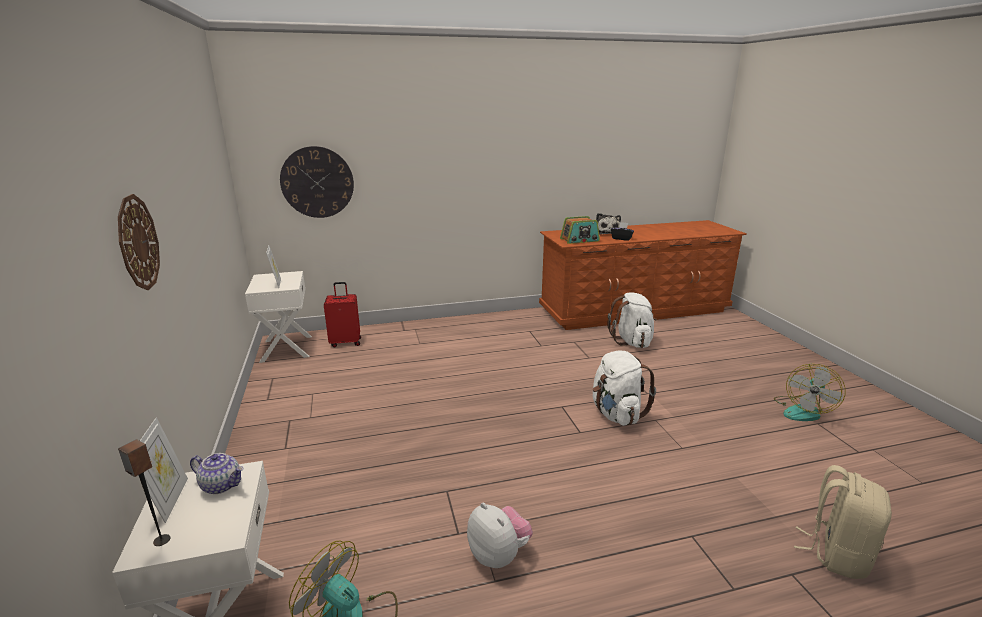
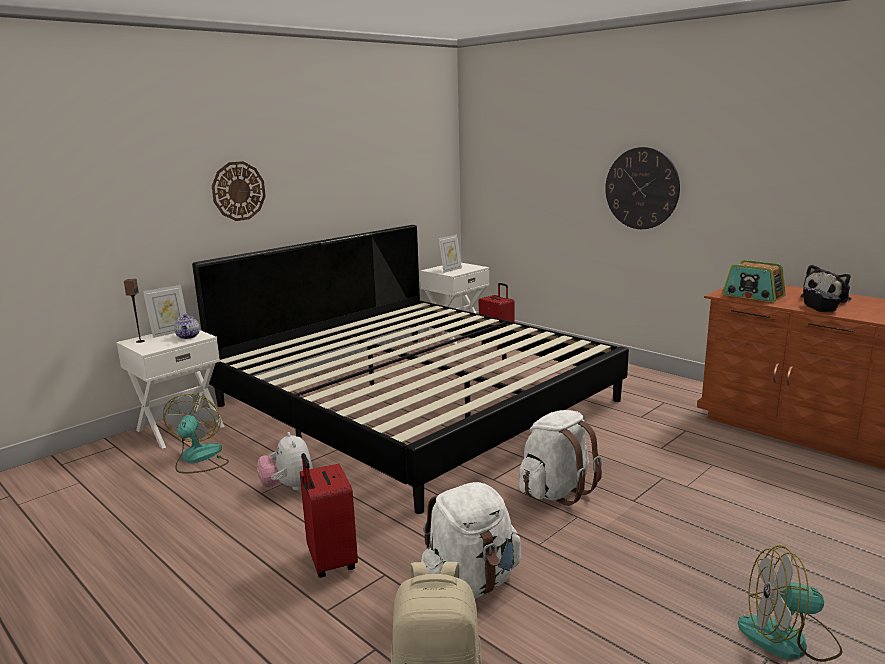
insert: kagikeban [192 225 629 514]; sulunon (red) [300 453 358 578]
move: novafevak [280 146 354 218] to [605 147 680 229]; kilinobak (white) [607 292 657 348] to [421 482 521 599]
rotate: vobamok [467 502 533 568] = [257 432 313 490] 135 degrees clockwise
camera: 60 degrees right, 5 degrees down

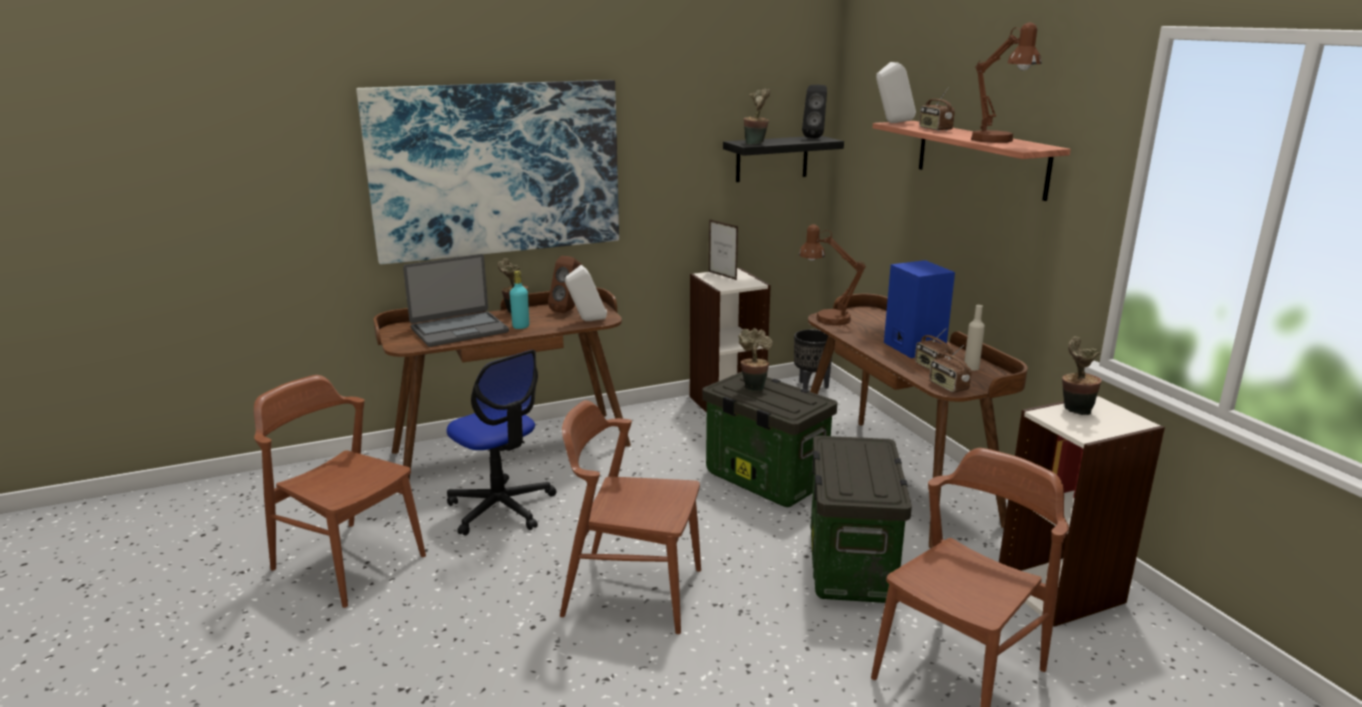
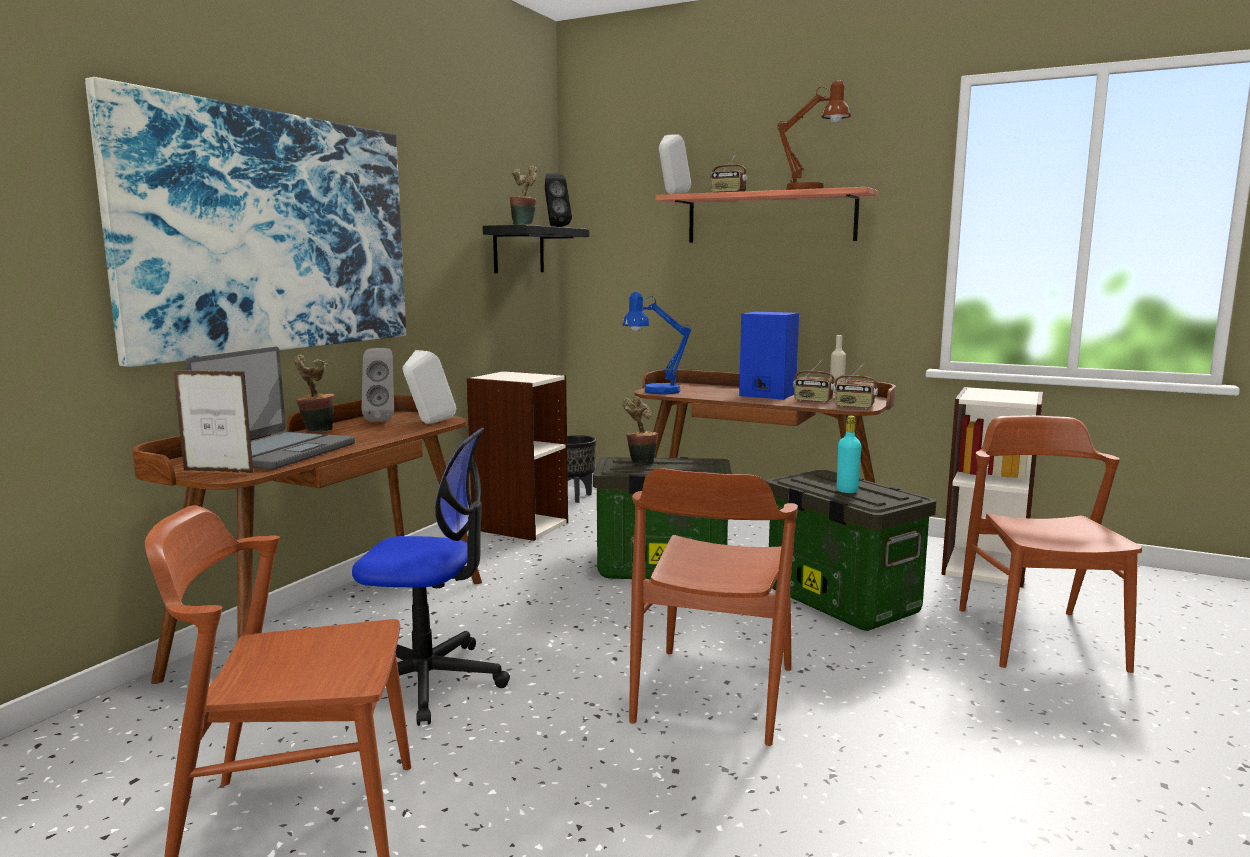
delete: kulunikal [1062 336 1102 415]
move: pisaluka [709 219 738 280] to [173 370 254 473]; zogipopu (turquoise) [510 271 529 329] to [837 415 861 493]
recolor: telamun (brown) [799 224 866 325] to telamun (blue) [622 292 691 394]; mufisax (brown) [548 256 582 313] to mufisax (grey) [362 348 394 422]
rotate: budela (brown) [560 400 701 634] = [629 468 798 746] 45 degrees counterclockwise
camera: 40 degrees left, 10 degrees down

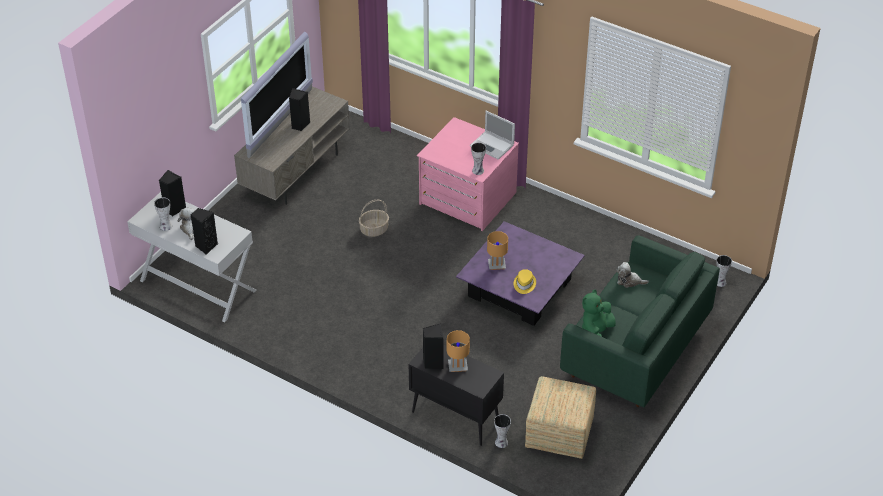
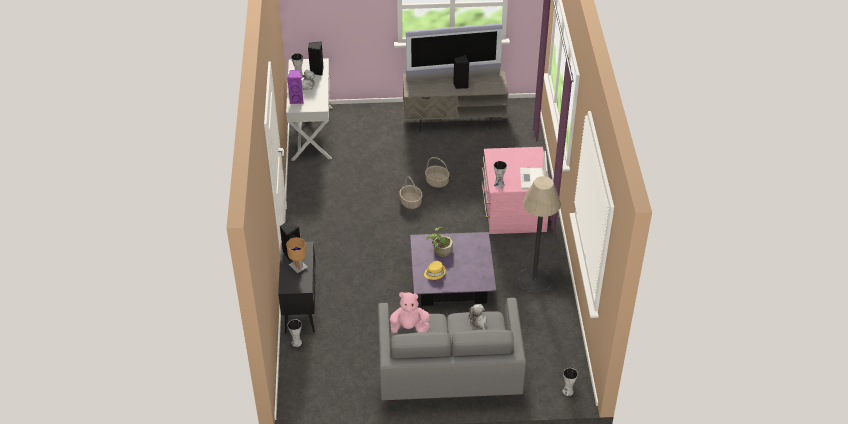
delete: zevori [525 376 596 459]
insert: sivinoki [399 176 423 209]; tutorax [517 176 561 294]
replace: telamun (brown) [487 231 508 270] to kulunikal [426 227 453 257]
recolor: mufisax (black) [191 208 218 255] to mufisax (purple) [287 70 304 104]; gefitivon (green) [560 235 720 407] to gefitivon (grey) [378 298 526 402]; vobamok (green) [582 289 616 337] to vobamok (pink) [390 292 430 333]
camera: 55 degrees right, 0 degrees up

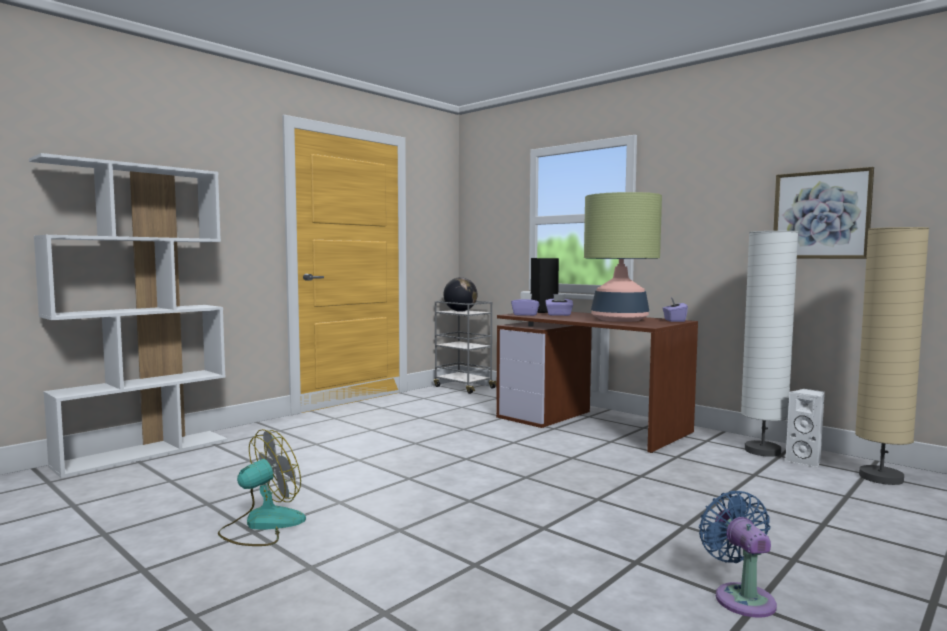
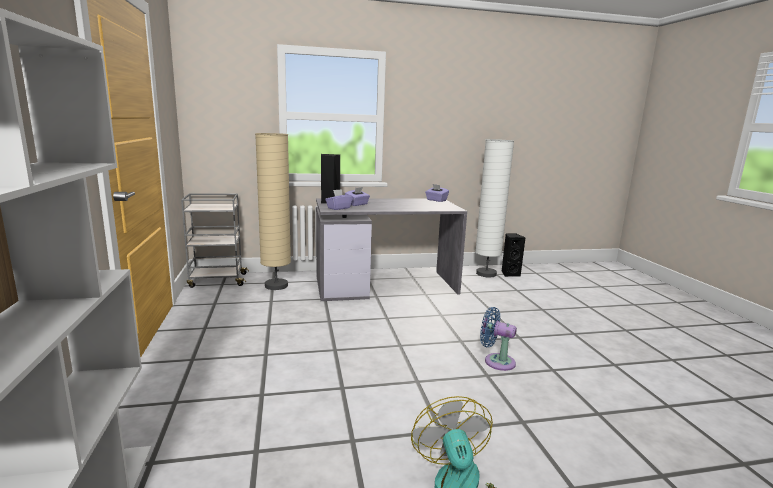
delete: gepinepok [773 167 874 259]; telamun [584 192 662 322]; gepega [444 277 477 312]
move: tutorax (beige) [855 227 929 485] to [255 133 291 290]; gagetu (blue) [699 491 777 618] to [480 307 517 371]
recolor: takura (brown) [496 312 698 453] to takura (grey) [316 199 467 301]; mufisax (white) [785 389 825 468] to mufisax (black) [501 233 526 277]
camera: 55 degrees left, 10 degrees up

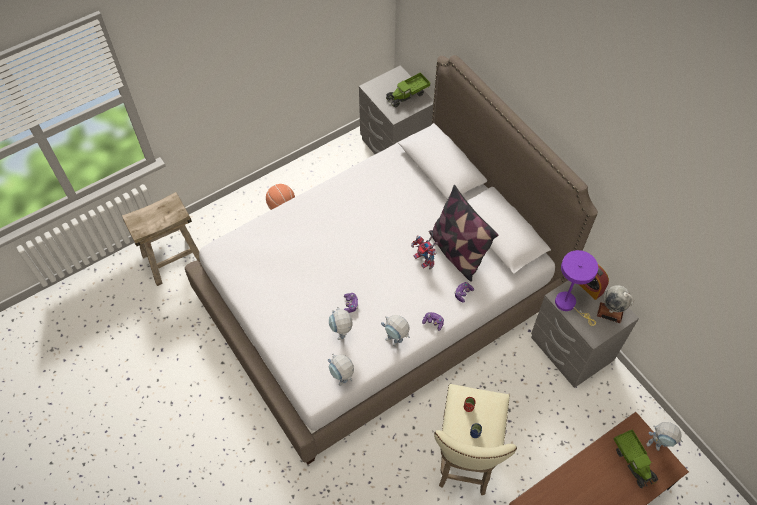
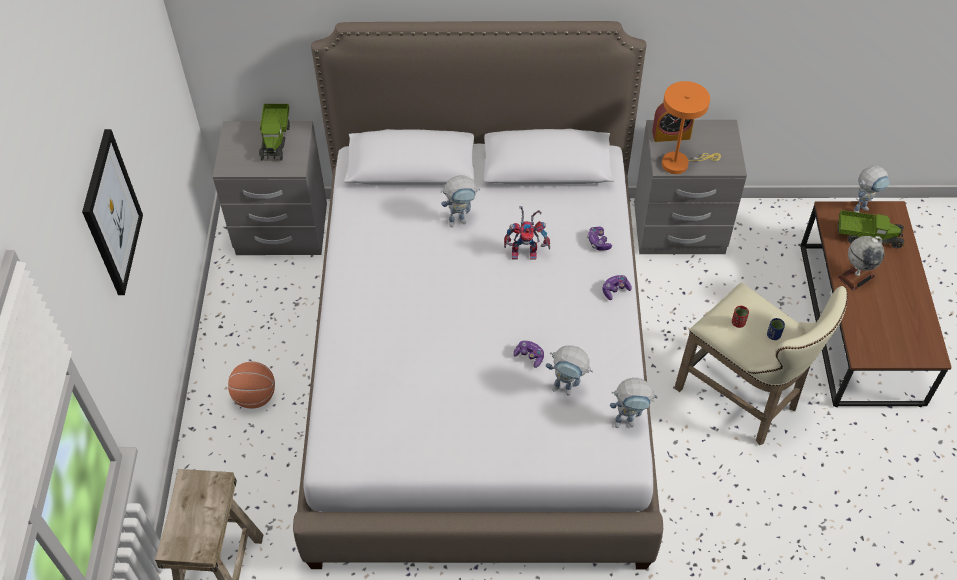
delete: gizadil [429 185 498 282]
insert: gepinepok [82 129 143 295]
move: gepega [597 285 634 323] to [838 236 884 291]; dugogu [381 315 410 347] to [441 175 480 227]
recolor: telamun (purple) [555 250 598 326] to telamun (orange) [662 81 721 174]
camera: 55 degrees left, 5 degrees down

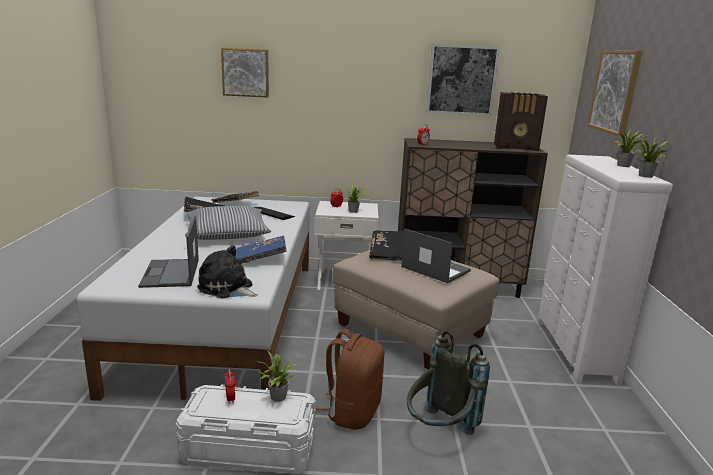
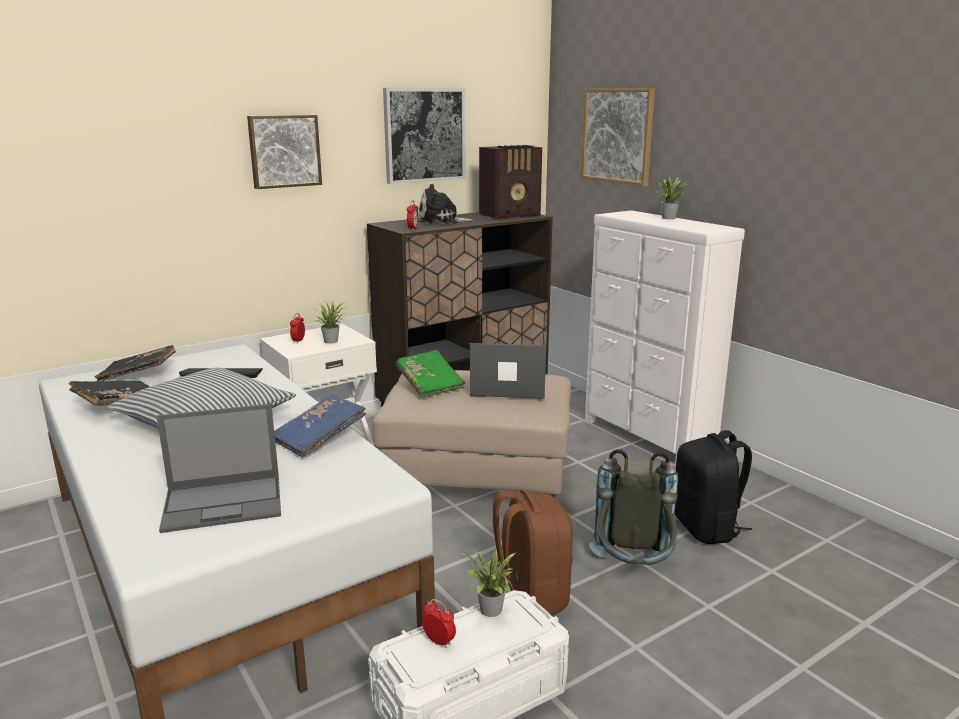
delete: kulunikal [636 136 670 178]
insert: kilinobak (black) [675 430 752 544]
move: gepinepok [221 48 269 98] to [247 115 322 189]; vobamok [197 245 258 298] to [419 184 474 224]
recolor: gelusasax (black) [369 230 404 261] to gelusasax (green) [396 350 465 398]
rotate: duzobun [138 216 199 288] = [157 404 281 533] 60 degrees counterclockwise
camera: 35 degrees left, 0 degrees up

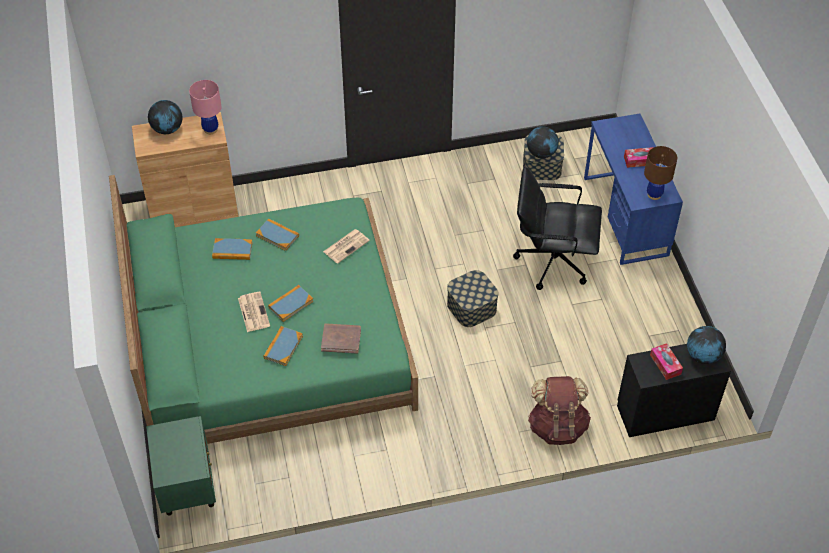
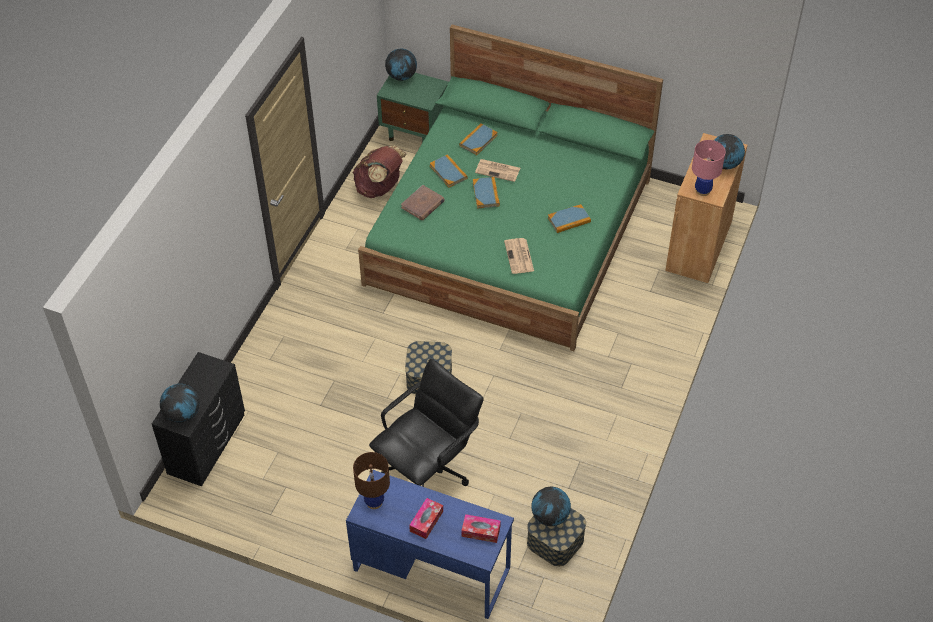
insert: gepega [385 49 417 81]
move: gelusasax [212 238 253 260] to [459 123 498 155]; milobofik [650 343 683 380] to [461 514 501 543]; kilinobak (brown) [528 376 591 445] to [353 146 407 198]
camera: 125 degrees right, 0 degrees up

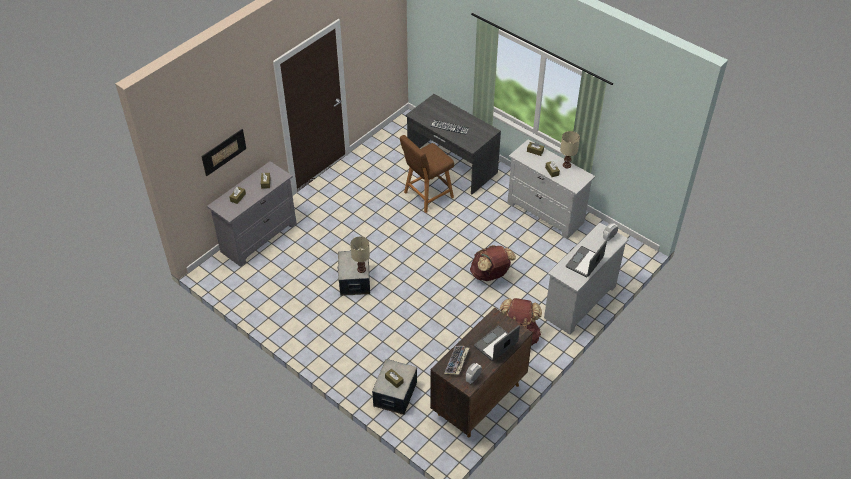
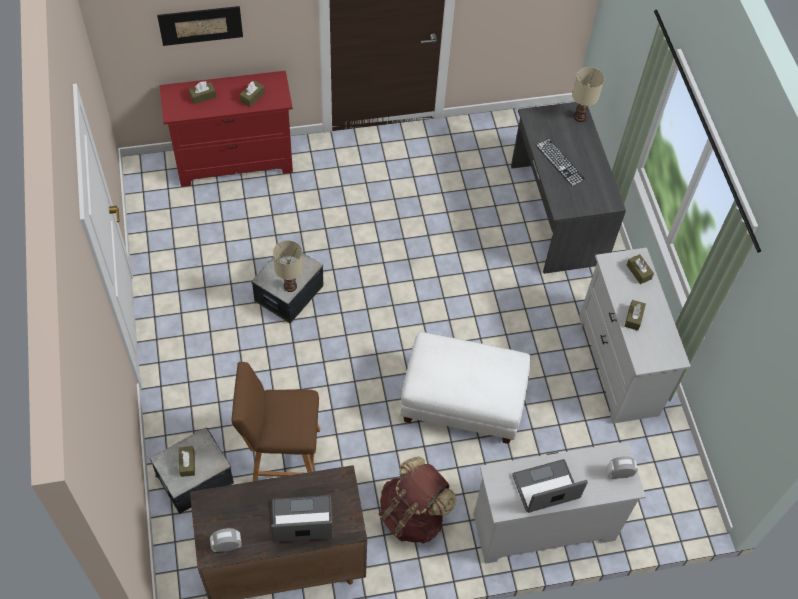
delete: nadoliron [445 346 469 375]
move: telamun (beige) [560 131 580 168] to [572 67 604 122]; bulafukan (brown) [400 135 454 213] to [232 362 320 481]
replace: kilinobak (brown) [470 245 516 281] to zevori (white) [400 332 531 444]
recolor: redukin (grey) [207 161 297 267] to redukin (red) [159 71 293 187]
camera: 35 degrees right, 10 degrees up

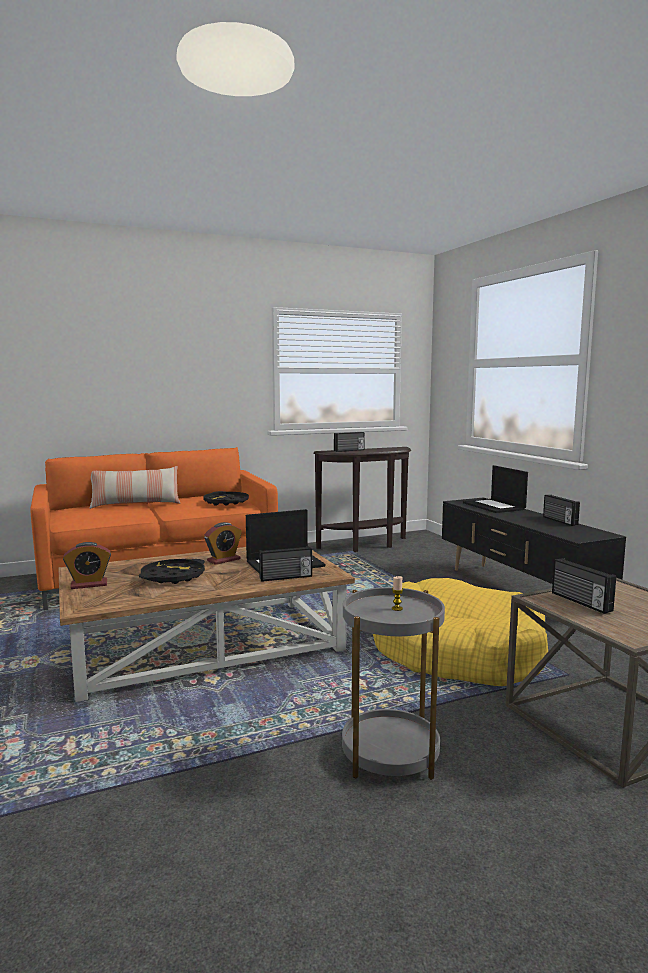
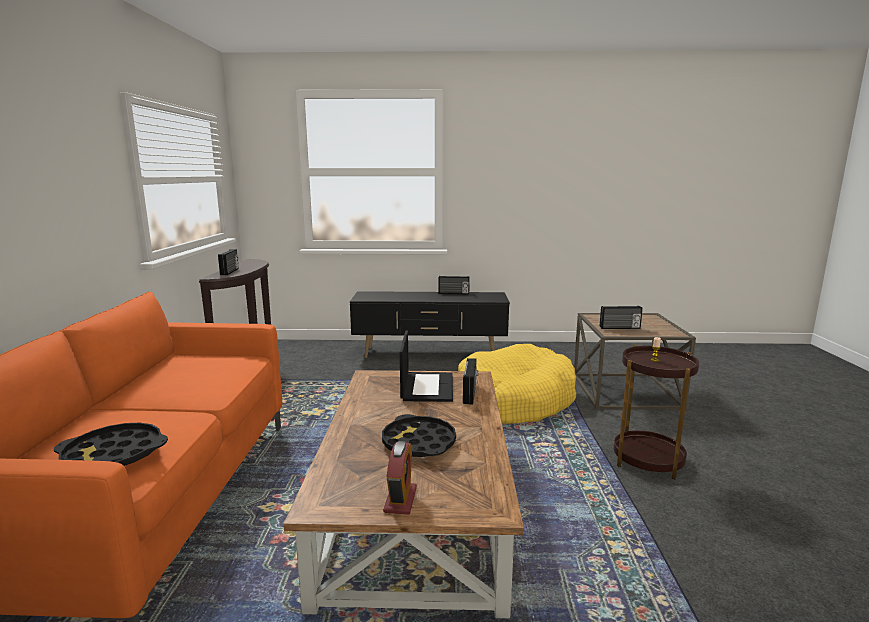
delete: duzobun [463 465 528 513]; gizadil [89 466 180 509]; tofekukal [204 522 242 565]
move: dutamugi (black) [203 491 249 506] to [54 423 168 466]
recolor: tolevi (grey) [342 587 445 780] to tolevi (brown) [614 345 699 480]
camera: 65 degrees left, 5 degrees up

